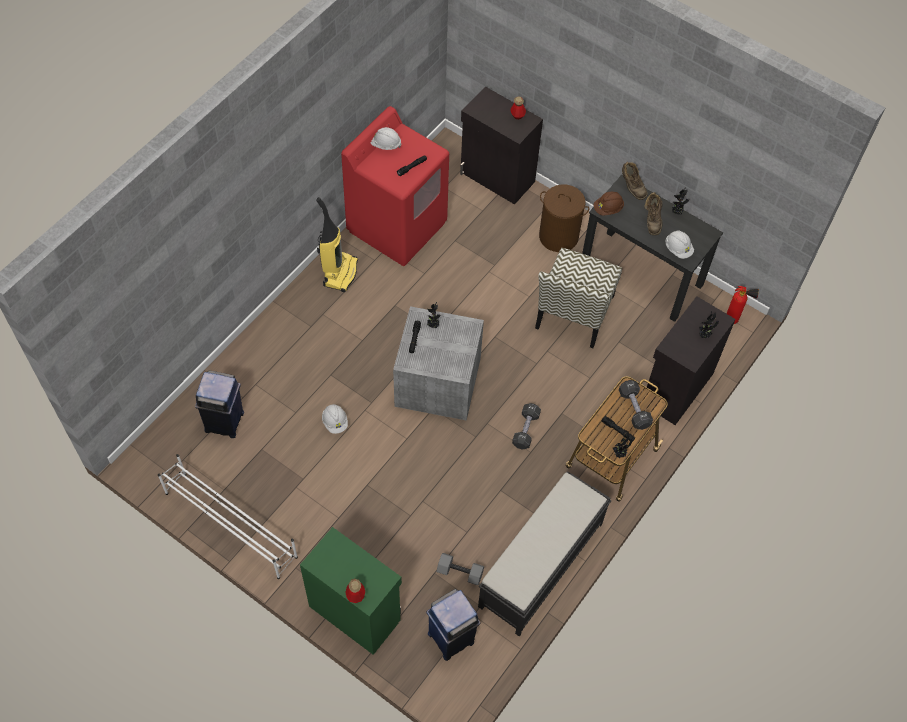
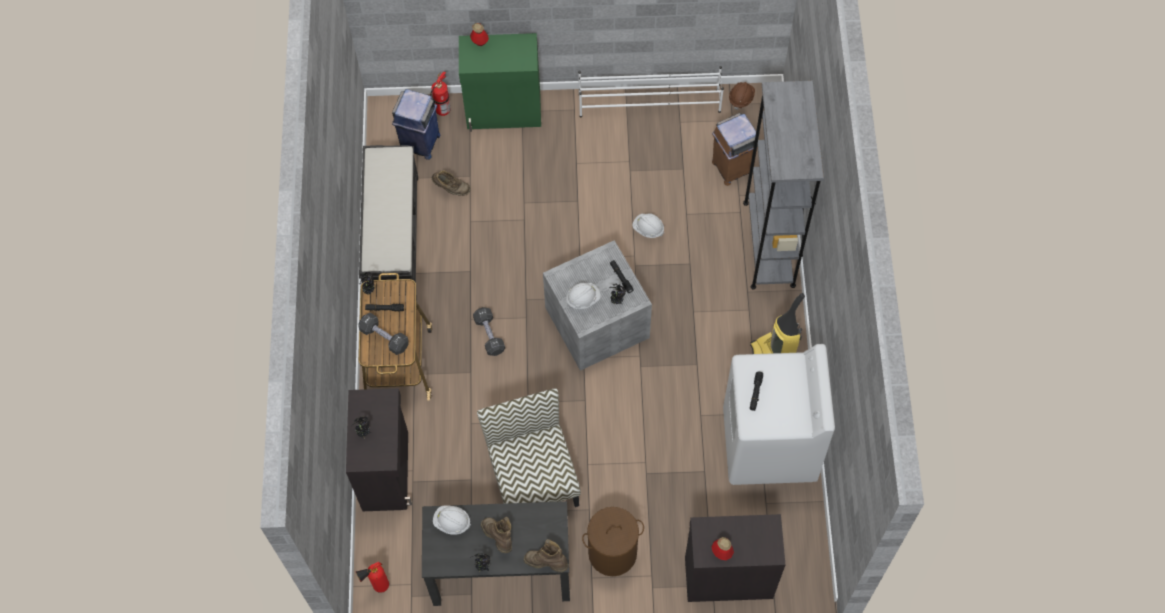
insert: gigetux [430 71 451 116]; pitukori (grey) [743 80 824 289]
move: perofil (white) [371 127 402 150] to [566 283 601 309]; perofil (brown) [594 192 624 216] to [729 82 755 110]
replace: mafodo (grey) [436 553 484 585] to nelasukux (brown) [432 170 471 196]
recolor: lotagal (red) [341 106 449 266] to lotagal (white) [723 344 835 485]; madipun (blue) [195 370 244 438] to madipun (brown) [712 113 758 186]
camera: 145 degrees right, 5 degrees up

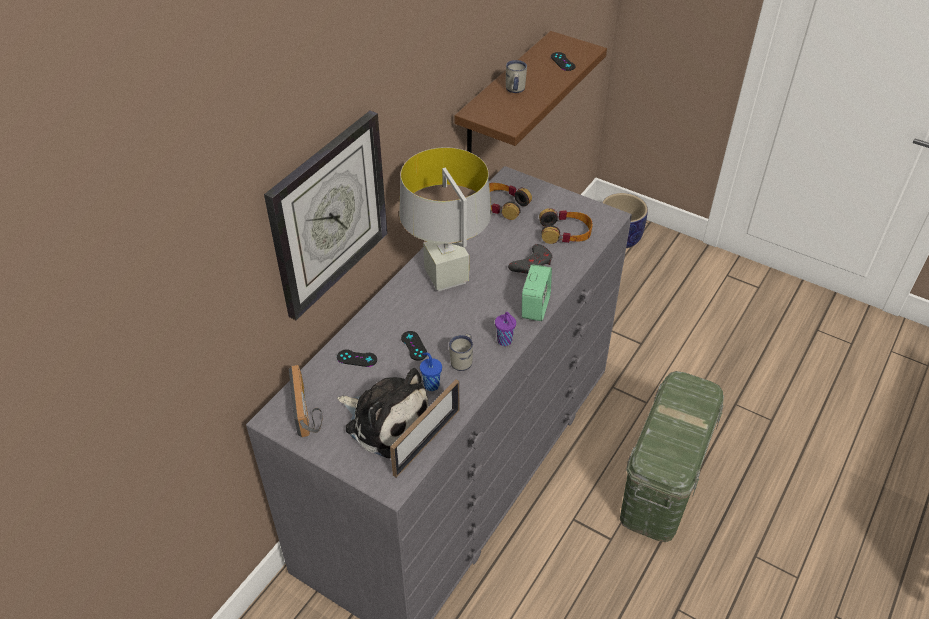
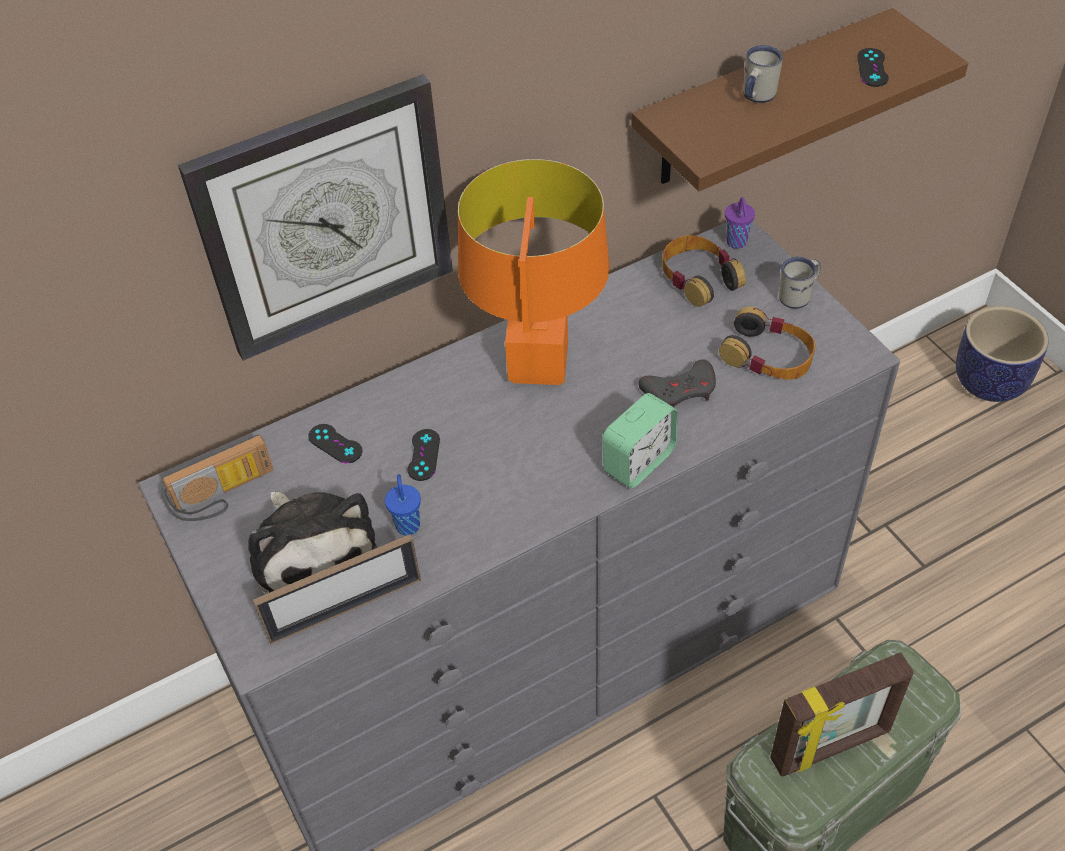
insert: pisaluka [770 652 914 777]
move: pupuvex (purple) [495 312 516 346] to [725 197 755 249]; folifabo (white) [449 334 473 371] to [779 257 821 309]
recolor: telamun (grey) [399 147 491 291] to telamun (orange) [458 159 610 385]
rotate: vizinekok [289 365 323 437] = [161 435 273 521] 45 degrees clockwise
camera: 30 degrees right, 5 degrees up

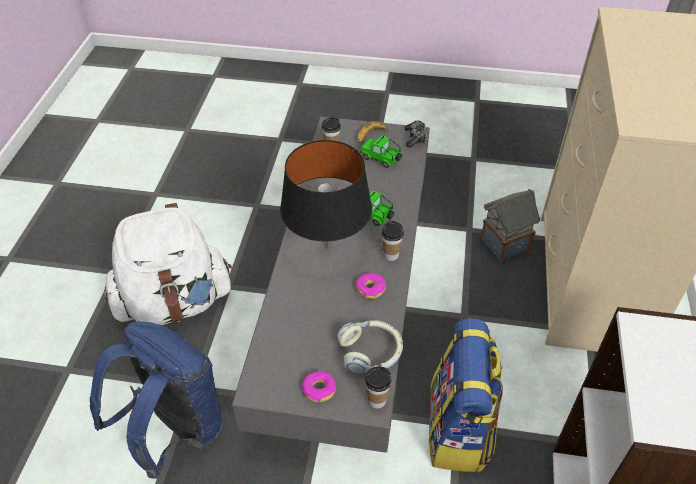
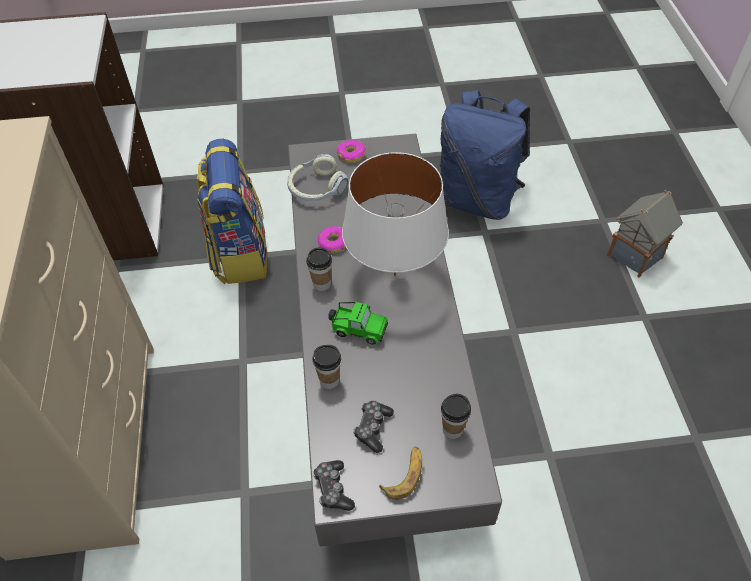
delete: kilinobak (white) [104 203 232 325]
move: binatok [480 189 540 262] to [607 190 683 277]; pupuvex [365 366 392 409] to [312 344 341 389]
replace: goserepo [360 135 402 168] to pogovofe [353 401 394 453]
recolor: telamun (black) [280 140 372 249] to telamun (white) [342 152 449 276]
camera: 165 degrees right, 5 degrees up

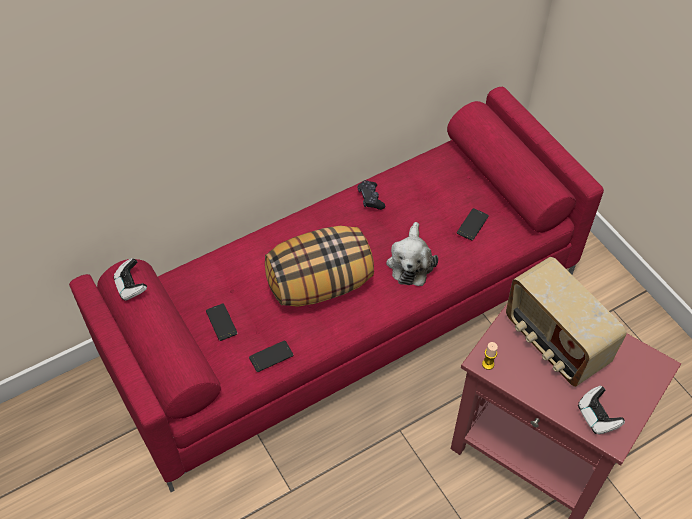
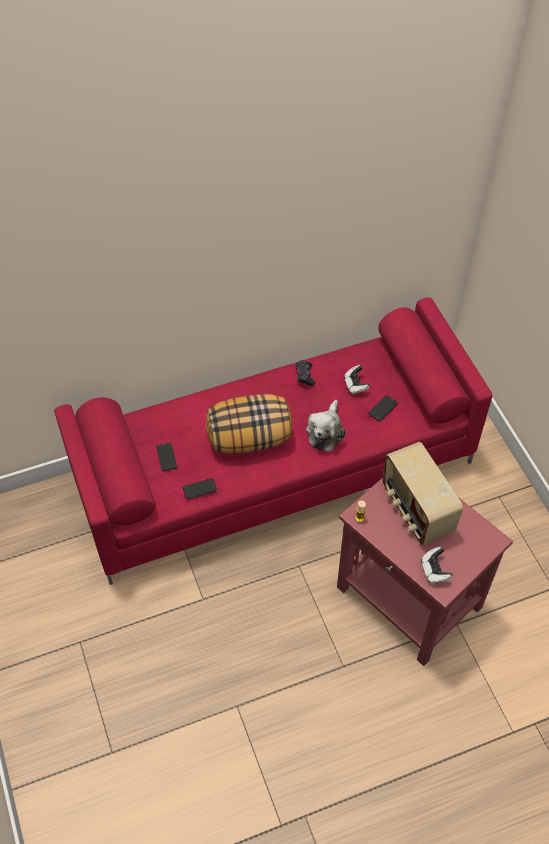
move: pogovofe [113 258 147 301] to [344 365 370 394]
camera: 10 degrees right, 0 degrees up

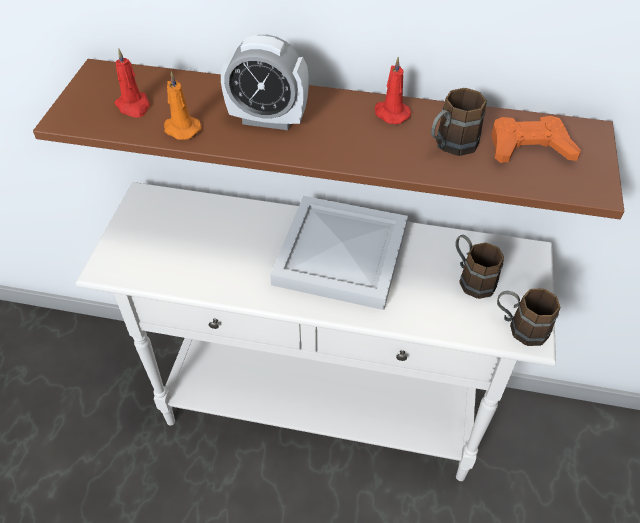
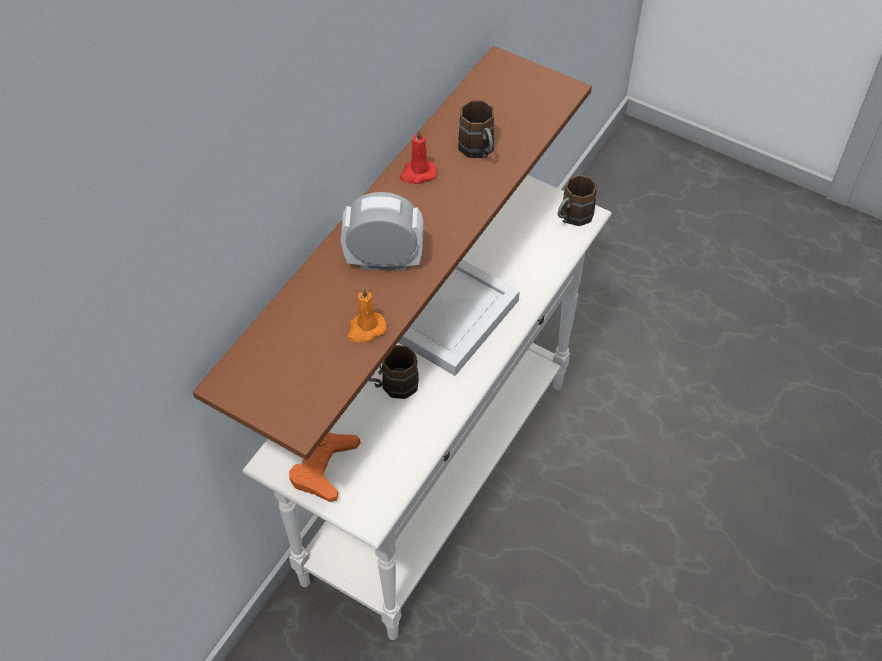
delete: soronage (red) [114 49 150 118]
move: pogovofe (orange) [491 116 581 163] to [289 433 360 502]; folifabo (brown) [456 235 504 299] to [369 345 419 399]
rotate: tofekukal [221 35 309 130] = [341 192 423 271] 120 degrees counterclockwise
camera: 70 degrees left, 5 degrees up

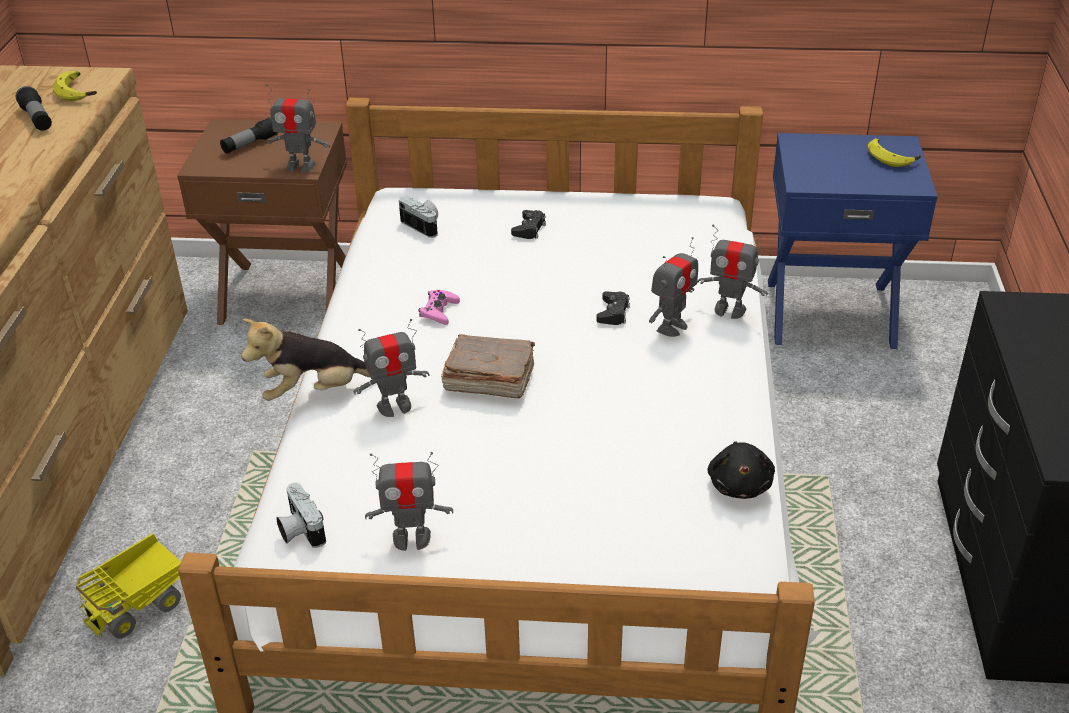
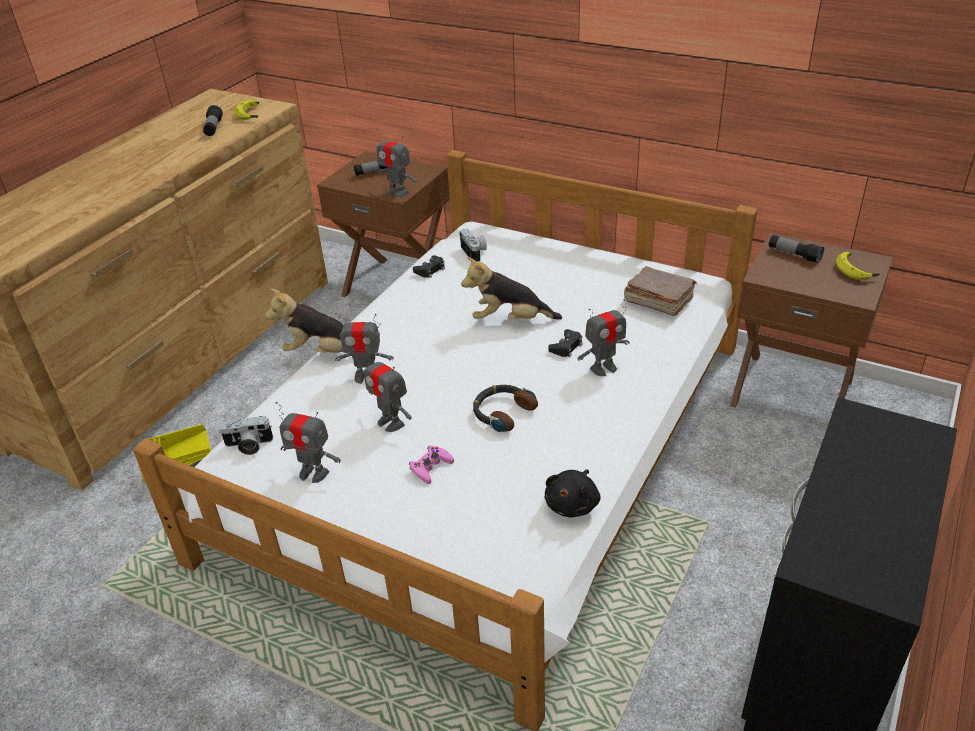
insert: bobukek [769 235 824 264]; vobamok [461 257 562 320]; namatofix [473 385 538 432]
move: pogovofe (black) [511 210 546 239] to [413 255 445 278]; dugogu [697 225 768 319] to [364 348 412 432]; pogovofe (pink) [419 290 460 325] to [409 446 454 484]; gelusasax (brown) [441 334 535 398] to [624 266 696 316]
recolor: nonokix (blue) [768 133 938 349] to nonokix (brown) [730 233 893 408]
rotate: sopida [276 483 326 548] = [219 416 273 455] 90 degrees counterclockwise
camera: 25 degrees right, 0 degrees up

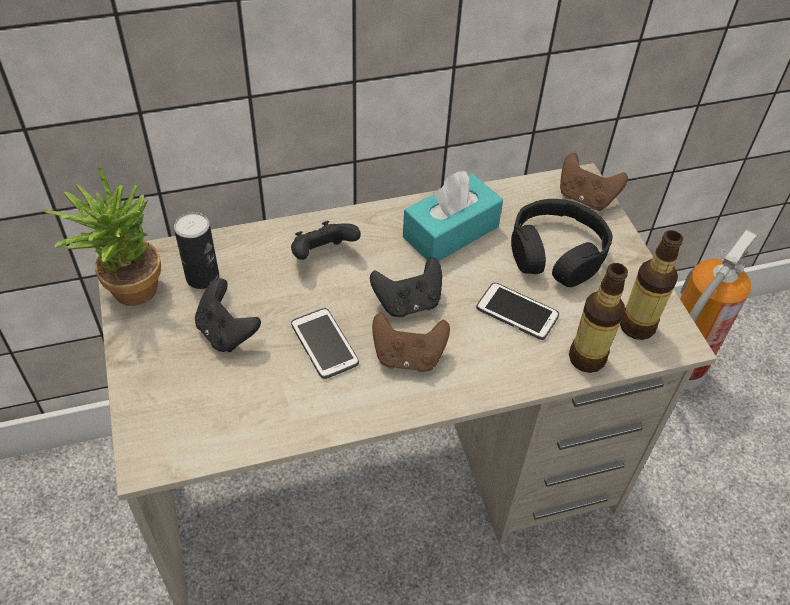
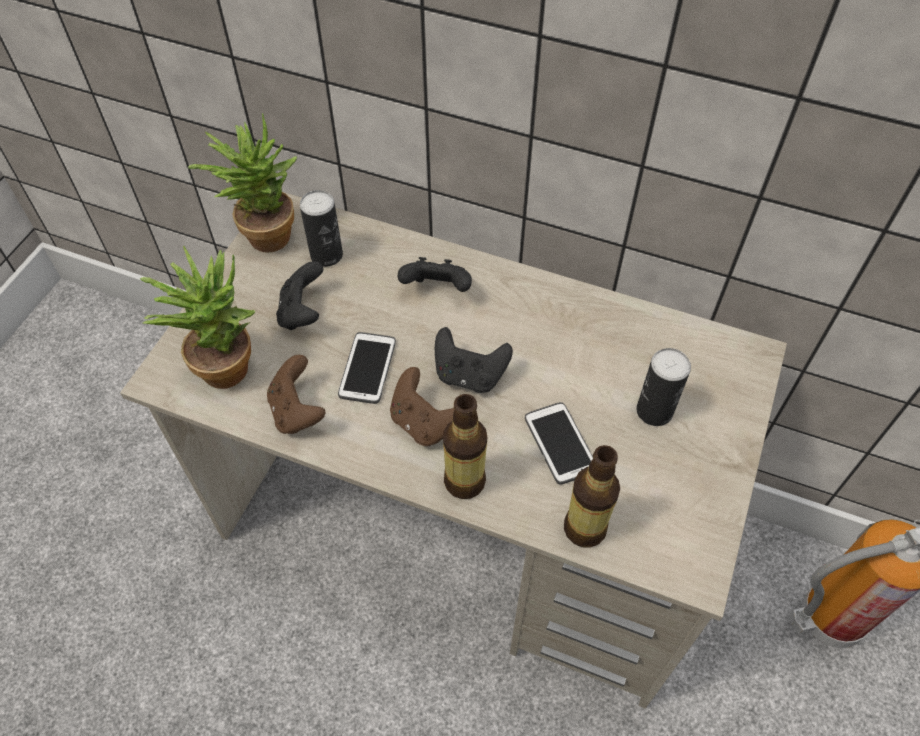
delete: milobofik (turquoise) [403 171 503 261]
insert: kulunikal [140 246 256 389]
move: pogovofe (brown) [560 153 628 211] to [267 355 326 434]; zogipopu [620 230 683 340] to [443 394 487 499]
replace: namatofix (black) [511 199 613 287] to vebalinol [636 348 691 426]
camera: 40 degrees right, 5 degrees up

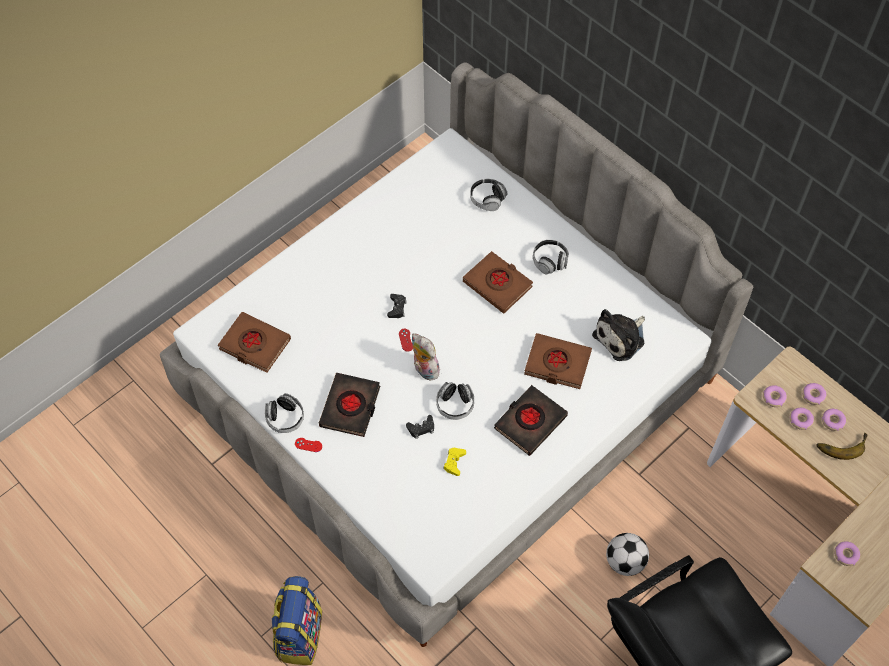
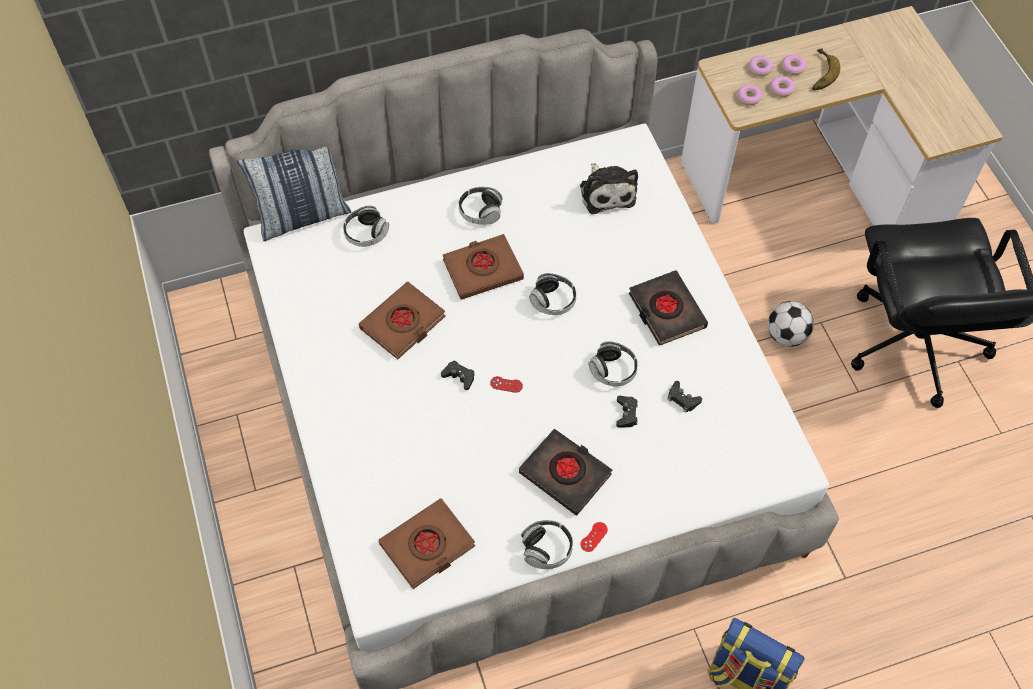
delete: vobamok [412 333 440 381]; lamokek [834 541 860 566]
insert: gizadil [237 147 351 241]; namatofix [529 273 576 315]
move: gelusasax (brown) [524 333 592 389] to [359 282 446 359]
recolor: pogovofe (yellow) [443 448 466 476] to pogovofe (black) [668 381 702 413]
camera: 65 degrees left, 0 degrees up

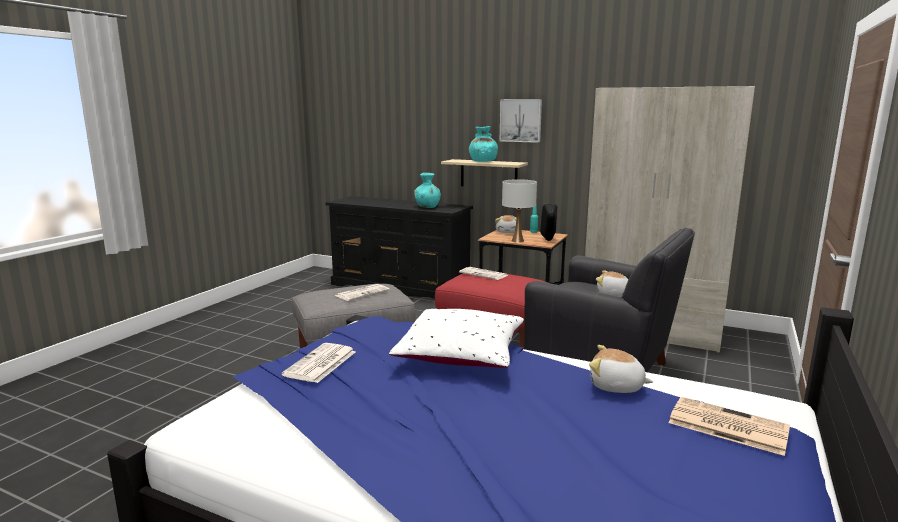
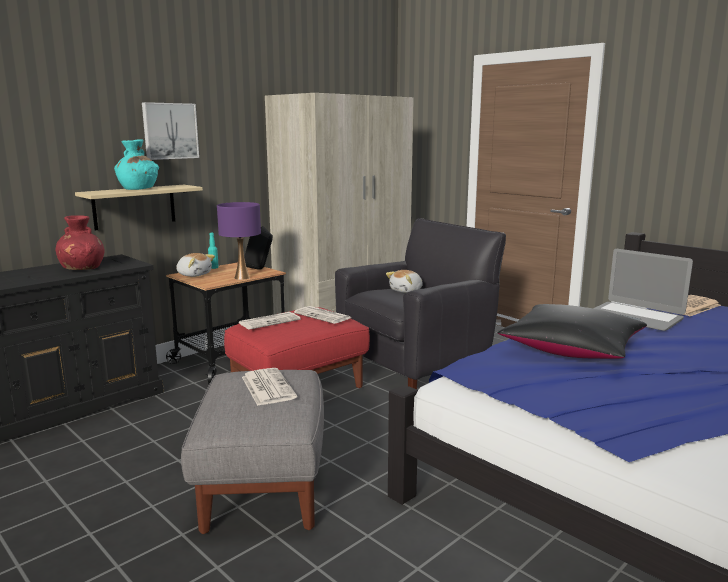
move: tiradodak [281 343 356 383] to [294 306 351 324]
replace: vobamok [589 345 653 393] to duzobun [593 249 693 331]
recolor: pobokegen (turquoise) [414 173 441 208] to pobokegen (red) [55 215 104 270]; telamun (white) [502 179 537 243] to telamun (purple) [217 202 261 280]; gizadil (white) [389 309 524 368] to gizadil (black) [498 304 647 359]
camera: 70 degrees left, 0 degrees up

